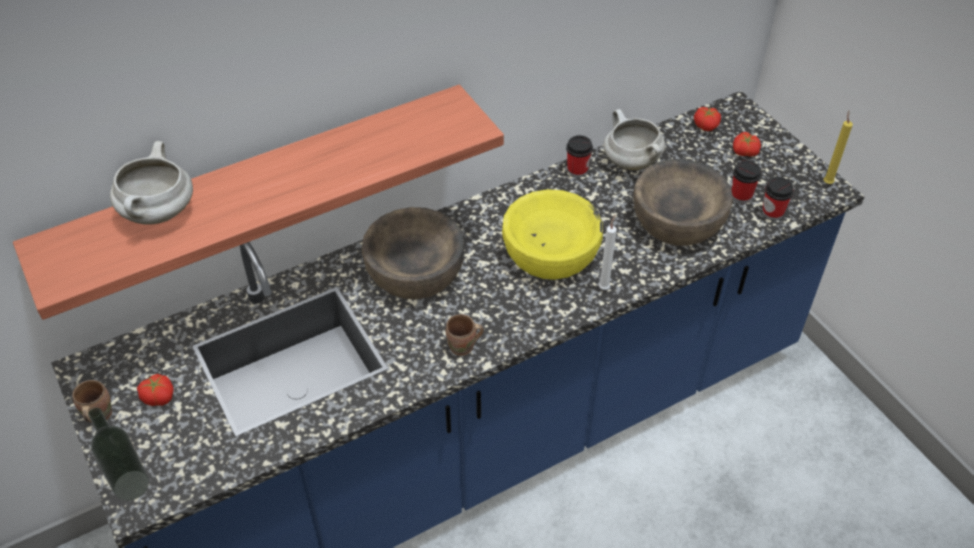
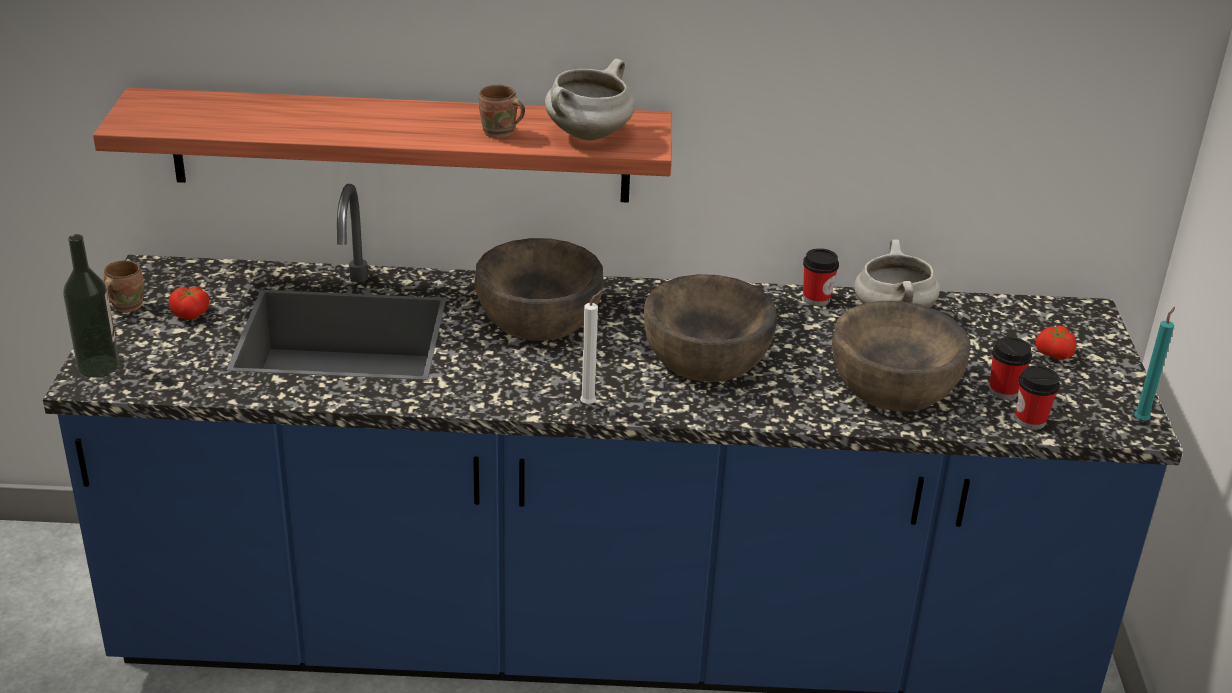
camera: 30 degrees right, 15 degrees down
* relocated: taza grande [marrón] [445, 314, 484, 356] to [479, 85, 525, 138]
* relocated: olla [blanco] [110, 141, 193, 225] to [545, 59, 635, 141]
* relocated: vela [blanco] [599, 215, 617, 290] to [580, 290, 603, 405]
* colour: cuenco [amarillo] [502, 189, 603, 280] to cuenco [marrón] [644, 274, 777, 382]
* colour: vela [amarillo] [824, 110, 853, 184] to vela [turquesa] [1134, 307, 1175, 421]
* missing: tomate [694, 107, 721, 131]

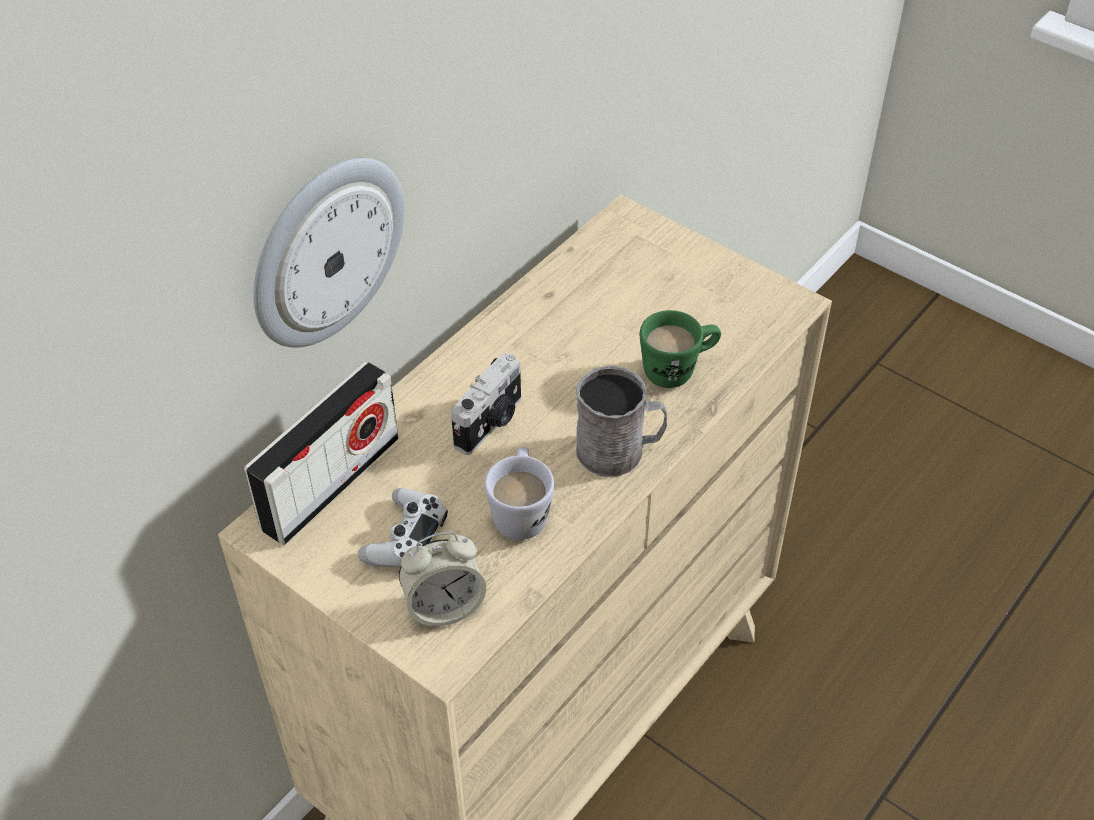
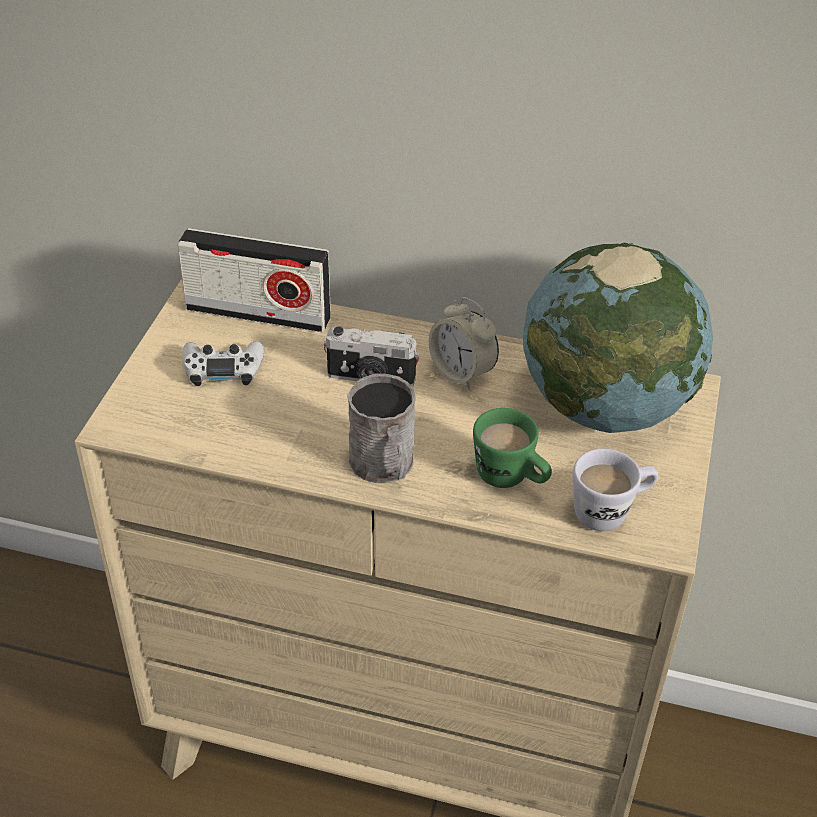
camera: 65 degrees right, 5 degrees down
* relocated: despertador [399, 532, 486, 626] to [429, 297, 499, 390]
* appeared: globo terráqueo [523, 242, 713, 433]
* relocated: taza grande [blanco] [484, 447, 554, 540] to [573, 449, 658, 531]
* missing: reloj de pared [253, 158, 404, 348]

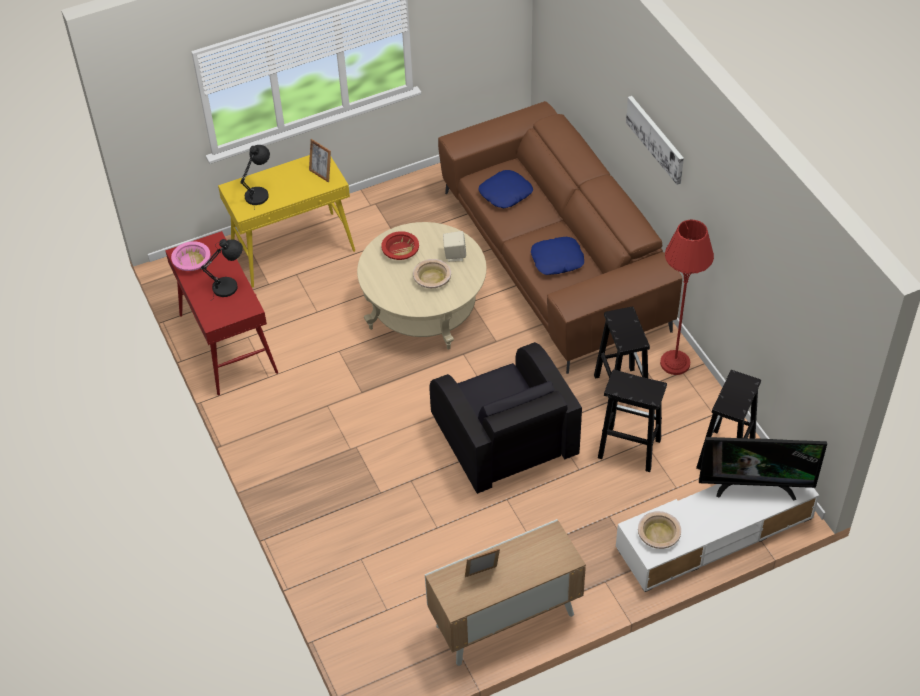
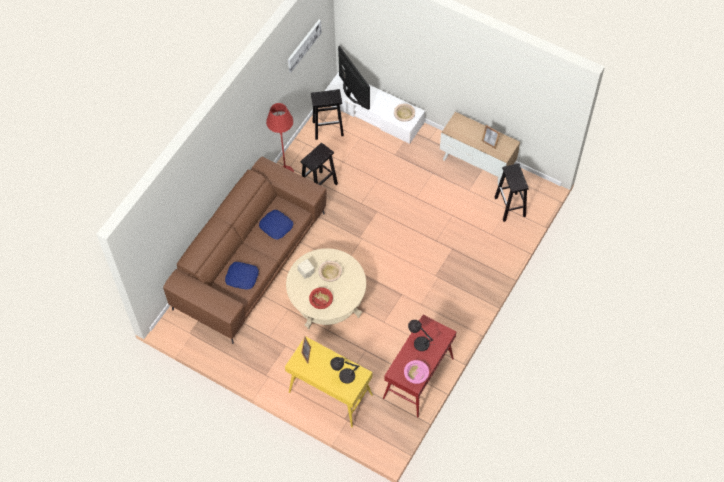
camera: 125 degrees left, 10 degrees up
* relocated: cuadro [626, 96, 684, 185] to [288, 20, 322, 72]
* relocated: taburete [negro] [598, 369, 667, 472] to [494, 163, 529, 222]
* missing: sillón [negro] [429, 342, 582, 494]

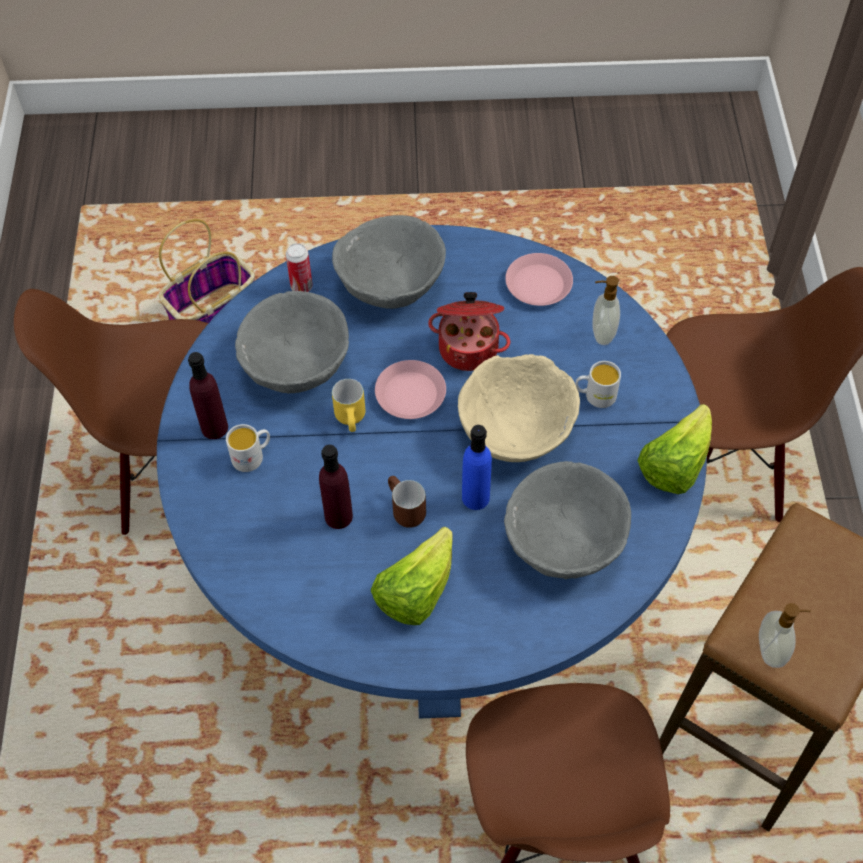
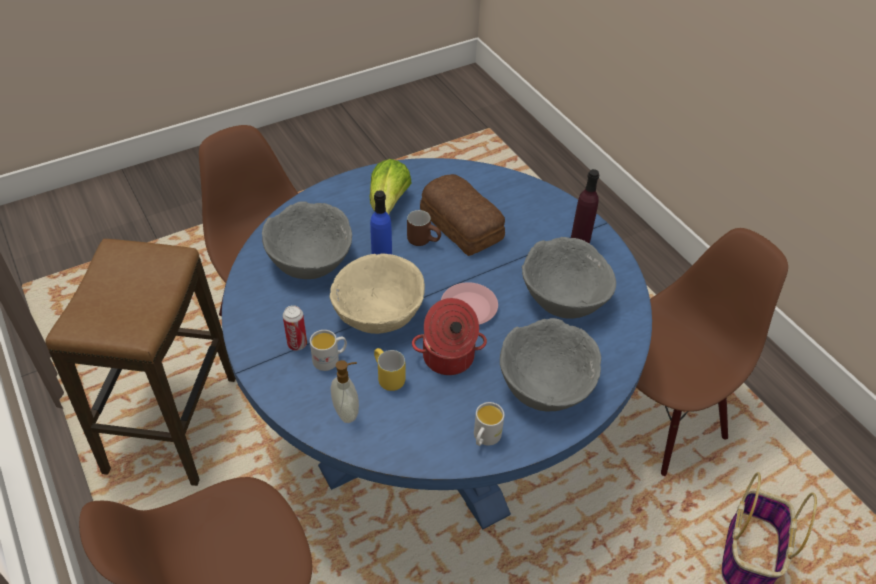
camera: 150 degrees right, 10 degrees down
* relocated: lata [286, 243, 313, 292] to [283, 305, 307, 351]
* relocated: taza grande [amarillo] [332, 379, 365, 432] to [374, 348, 405, 391]
* exchanged: botella [morado] [319, 445, 353, 529] to pan [420, 174, 505, 256]
* relocated: taza grande [blanco] [226, 424, 270, 472] to [474, 402, 504, 446]
* missing: plato [rosa] [505, 253, 573, 306]
* missing: lechuga [637, 404, 712, 494]
* missing: dispensador de jabón [759, 603, 811, 668]

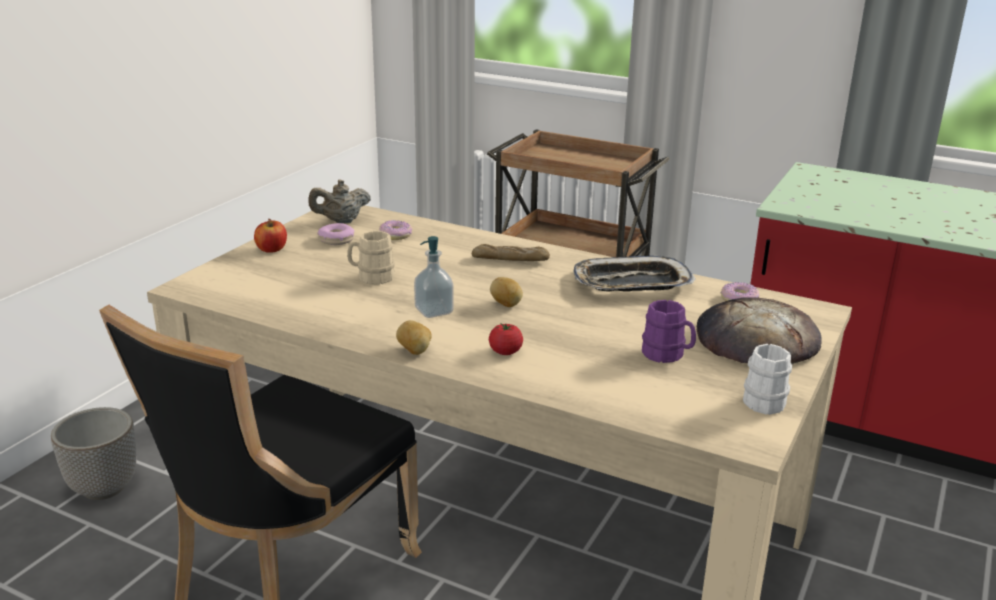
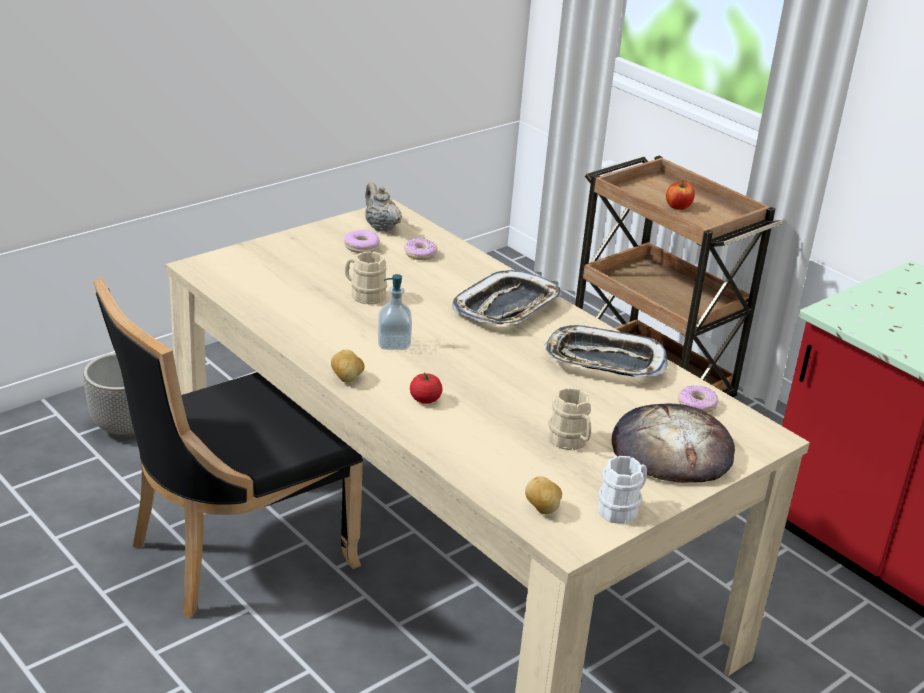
camera: 20 degrees right, 5 degrees up
* spun: tetera [beis] [309, 180, 371, 223] = [365, 182, 402, 232] 60 degrees clockwise
* exchanged: pan [472, 244, 550, 261] to bandeja [452, 270, 561, 324]
* relocated: patata [490, 277, 523, 307] to [525, 476, 562, 514]
* colour: taza grande [morado] [642, 300, 696, 363] to taza grande [beis] [548, 388, 591, 450]
* relocated: manzana [254, 219, 287, 253] to [666, 180, 695, 210]

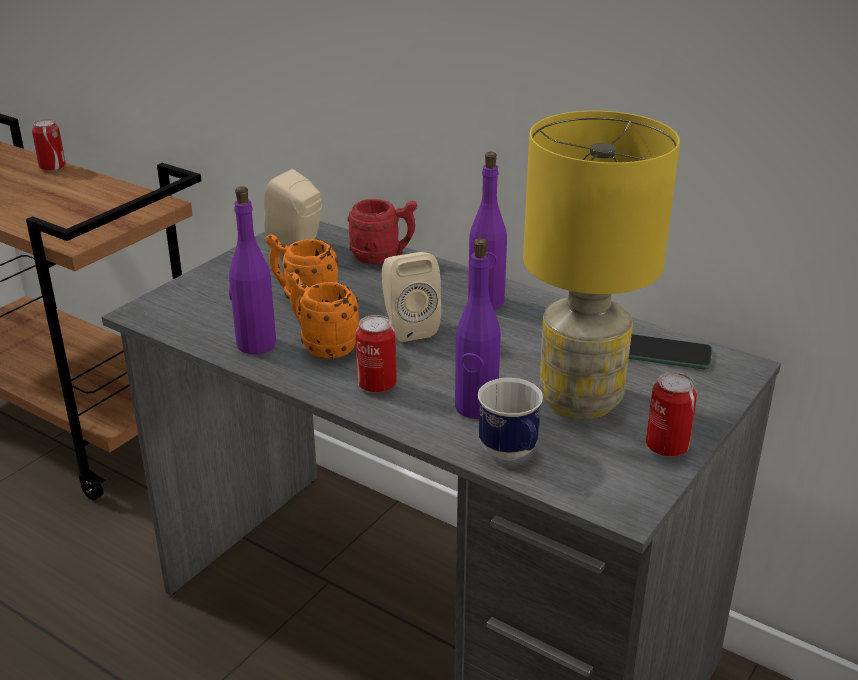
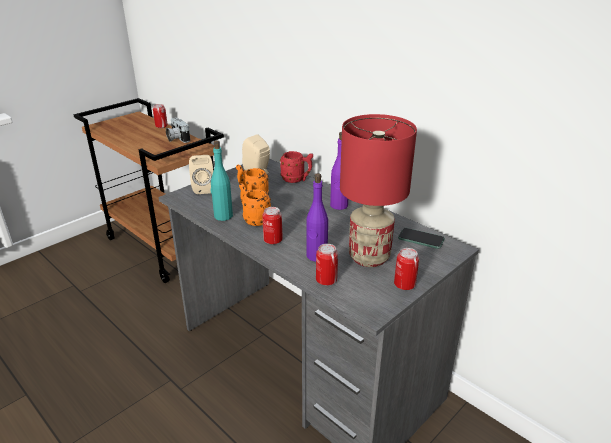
camera: 10 degrees right, 0 degrees up
* appeared: cámara [166, 118, 190, 143]
* relocated: altavoz [beis] [382, 252, 441, 342] to [189, 155, 213, 194]
* colour: botella [morado] [229, 186, 276, 354] to botella [turquesa] [211, 141, 233, 221]
* exchanged: taza grande [478, 378, 543, 460] to lata [316, 244, 338, 285]
* colour: lámpara de mesa [amarillo] [523, 111, 680, 419] to lámpara de mesa [rojo] [340, 114, 417, 267]

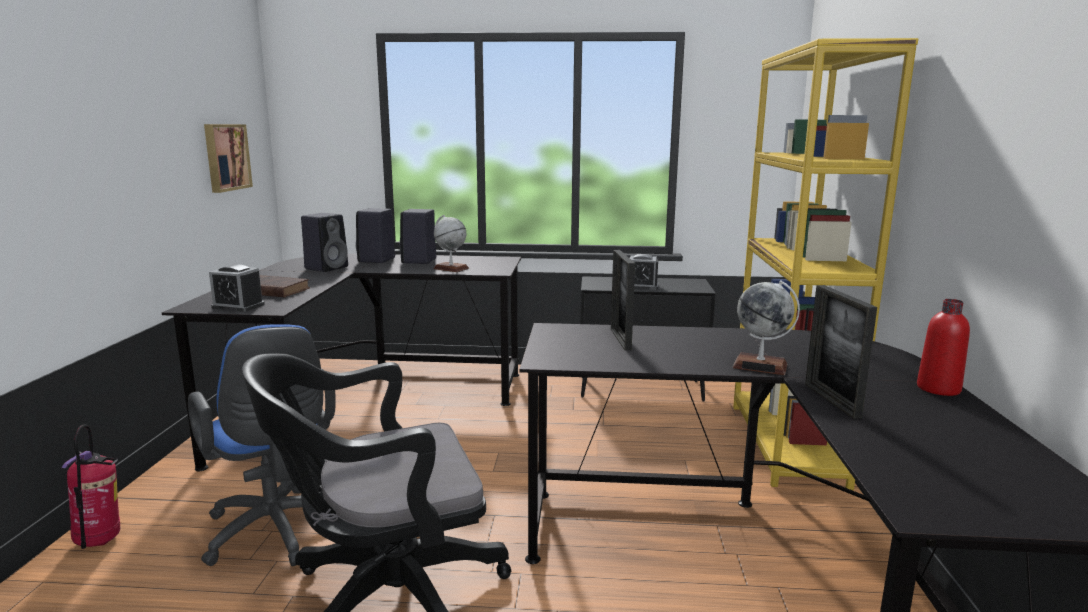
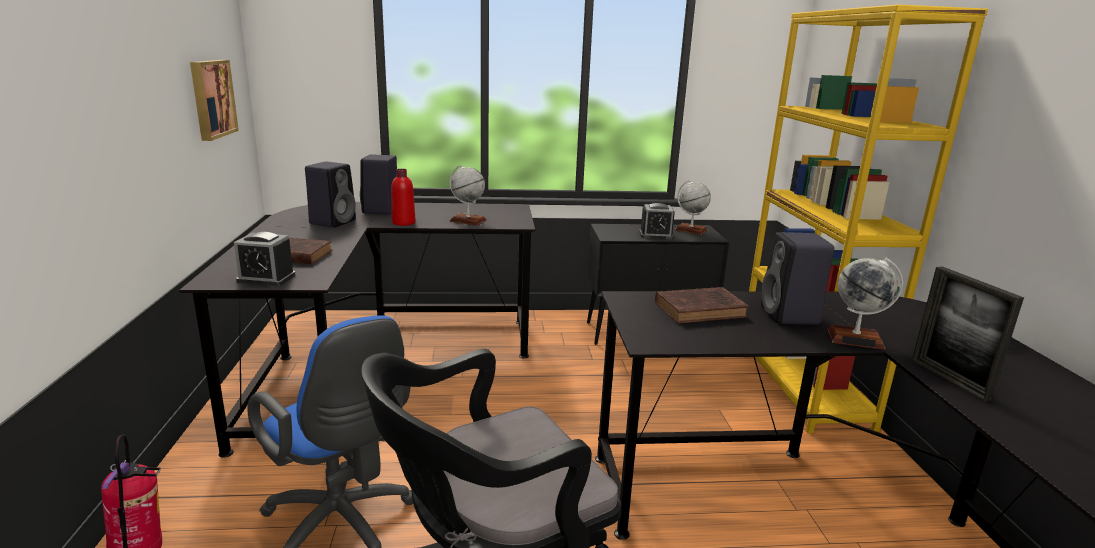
camera: 10 degrees left, 5 degrees up
* relocated: botella [rojo] [917, 299, 970, 396] to [391, 169, 416, 226]
* exchanged: portarretratos [611, 250, 635, 350] to libro [marrón] [655, 287, 749, 324]
* appeared: globo terráqueo [675, 180, 711, 235]
* relocated: altavoz [negro] [399, 209, 436, 264] to [761, 232, 835, 325]

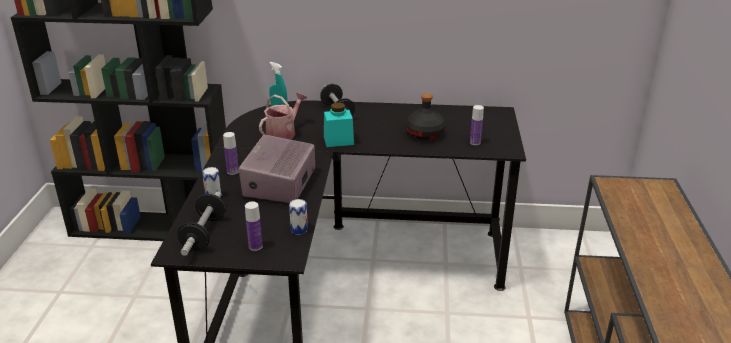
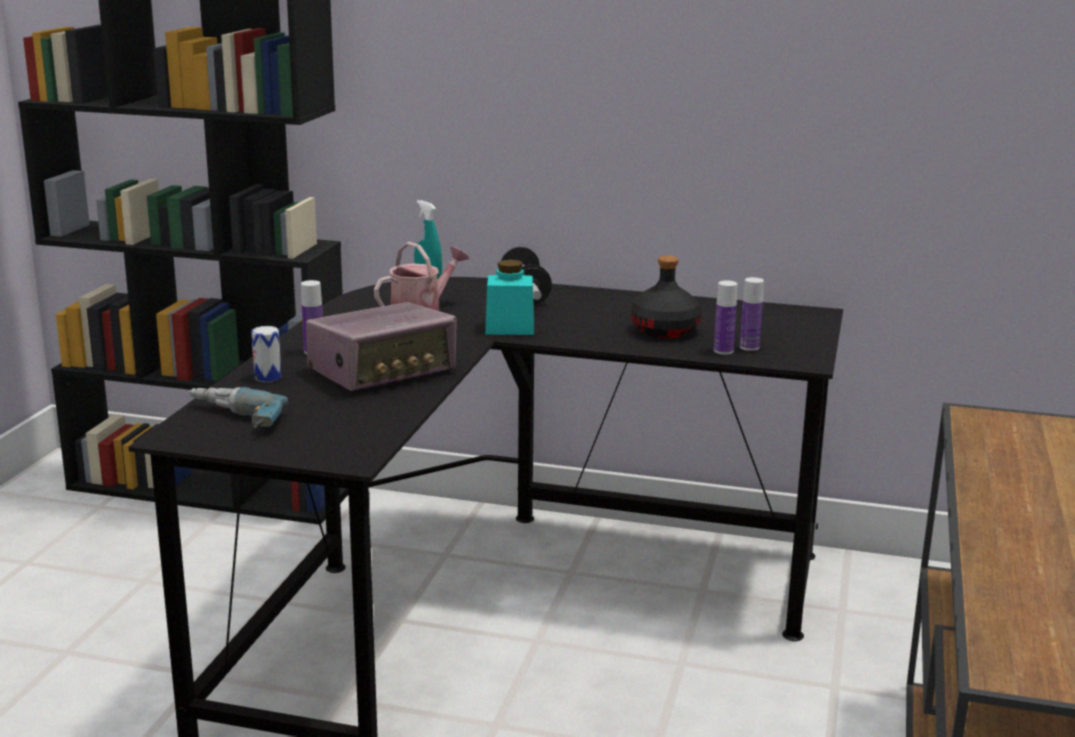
camera: 10 degrees right, 10 degrees down
* exchanged: mancuerna [177, 191, 226, 256] to taladro [189, 387, 288, 428]
* spun: radio [239, 135, 315, 203] = [306, 302, 457, 391] 150 degrees counterclockwise
* relocated: botella [245, 202, 263, 251] to [714, 280, 737, 355]
* missing: lata [289, 199, 308, 235]

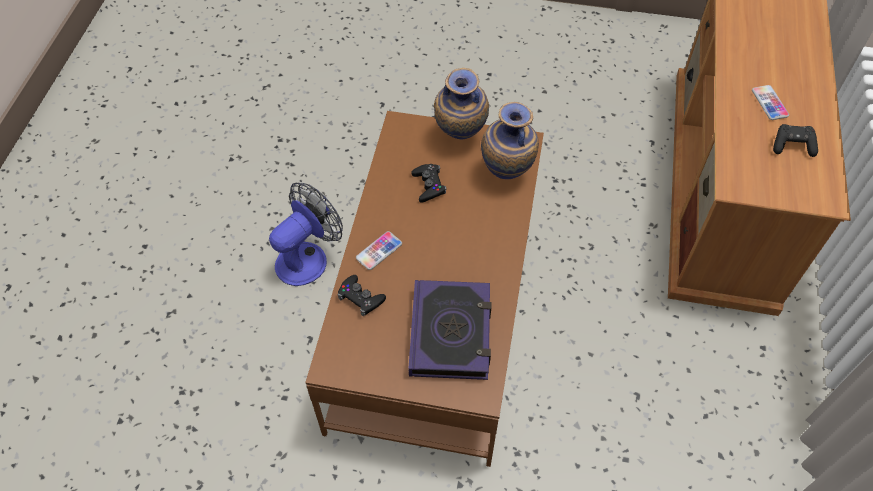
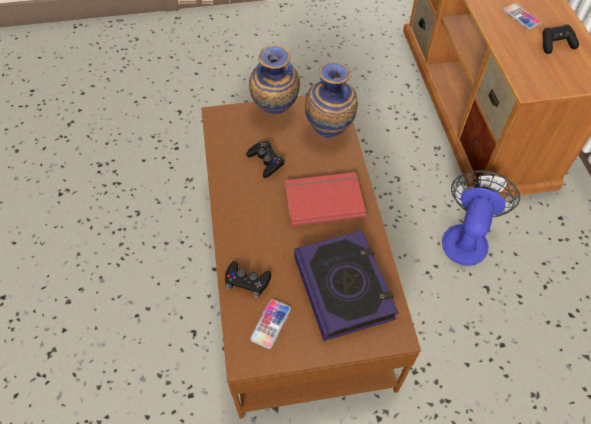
camera: 20 degrees left, 0 degrees up
* relocated: móvil [356, 231, 402, 270] to [250, 299, 291, 349]
* appeared: libro [rojo] [285, 172, 366, 227]
* relocated: ventilador [269, 183, 343, 286] to [442, 170, 520, 266]

